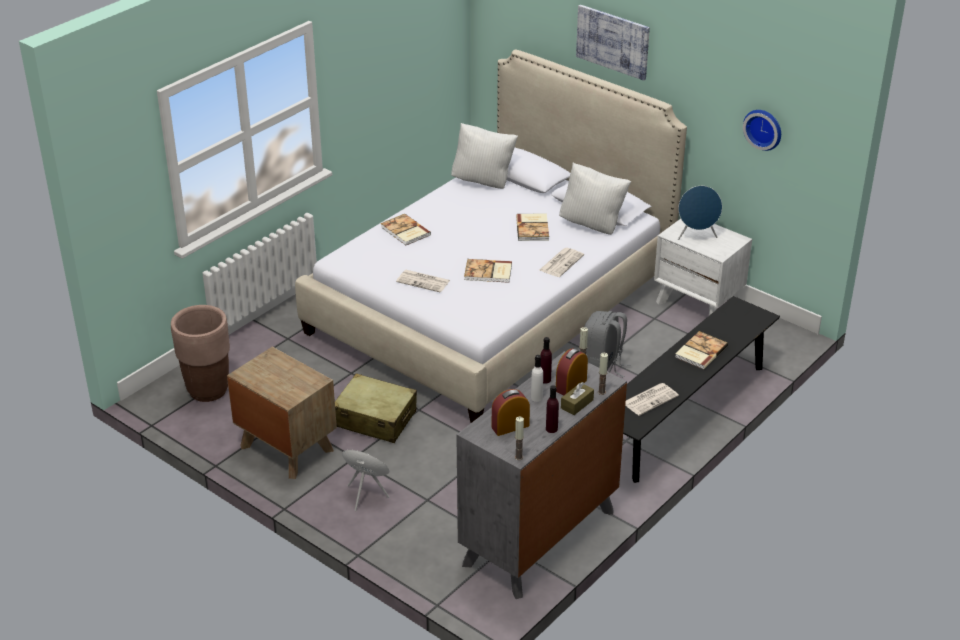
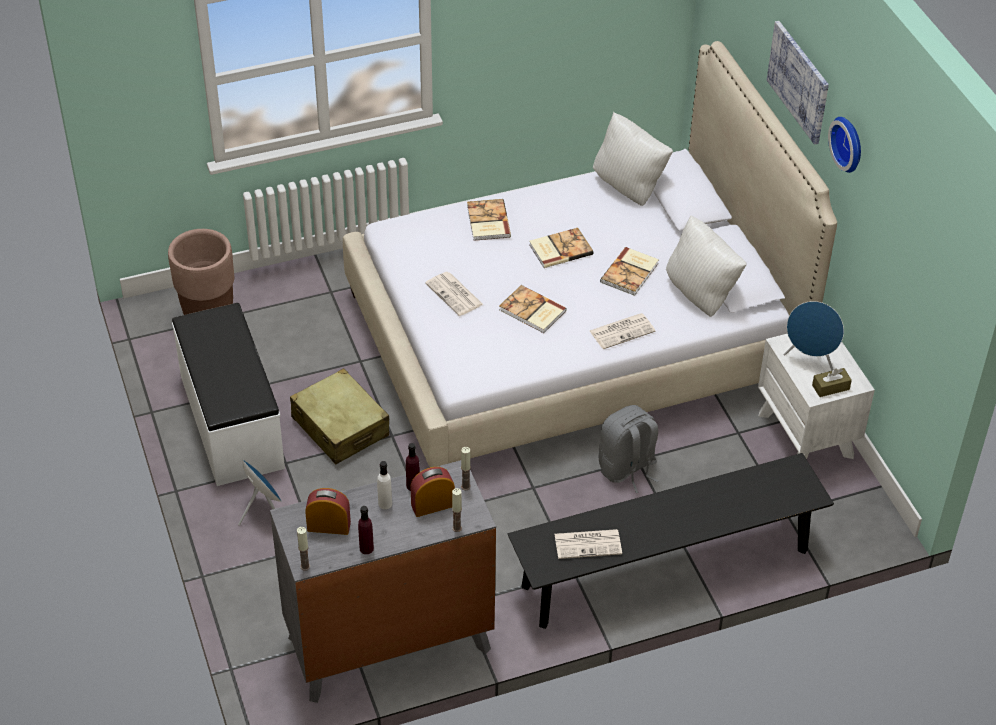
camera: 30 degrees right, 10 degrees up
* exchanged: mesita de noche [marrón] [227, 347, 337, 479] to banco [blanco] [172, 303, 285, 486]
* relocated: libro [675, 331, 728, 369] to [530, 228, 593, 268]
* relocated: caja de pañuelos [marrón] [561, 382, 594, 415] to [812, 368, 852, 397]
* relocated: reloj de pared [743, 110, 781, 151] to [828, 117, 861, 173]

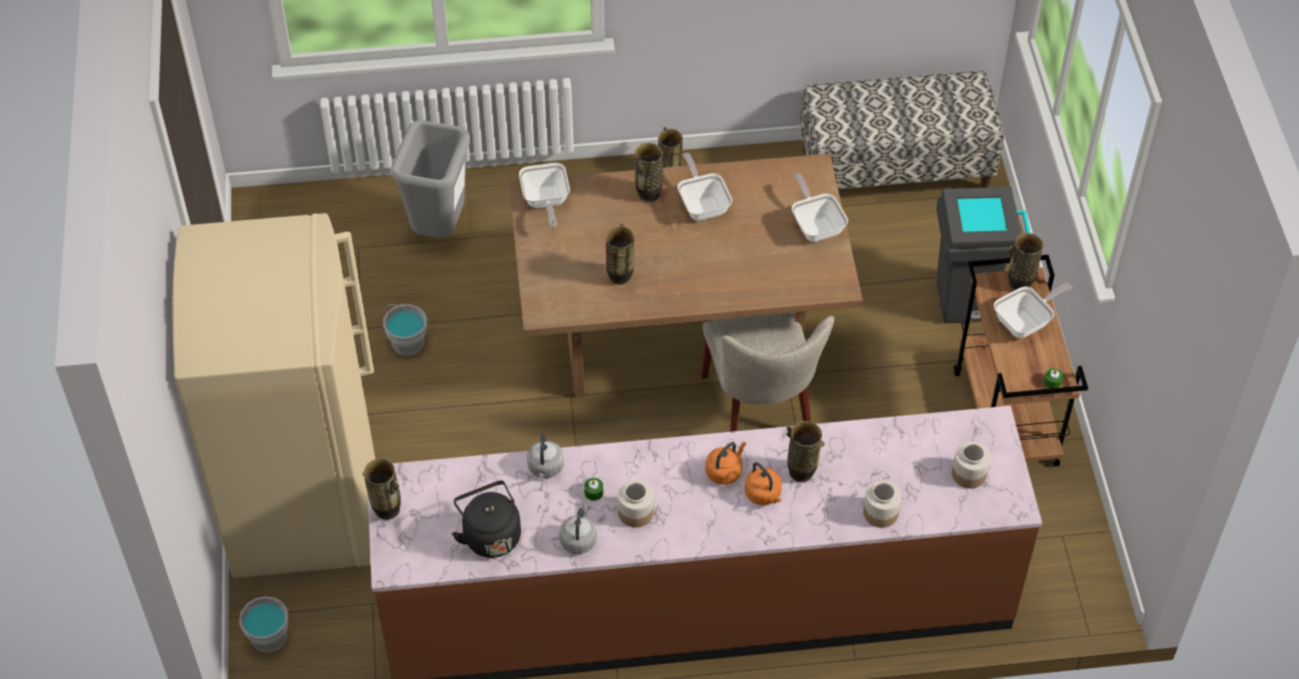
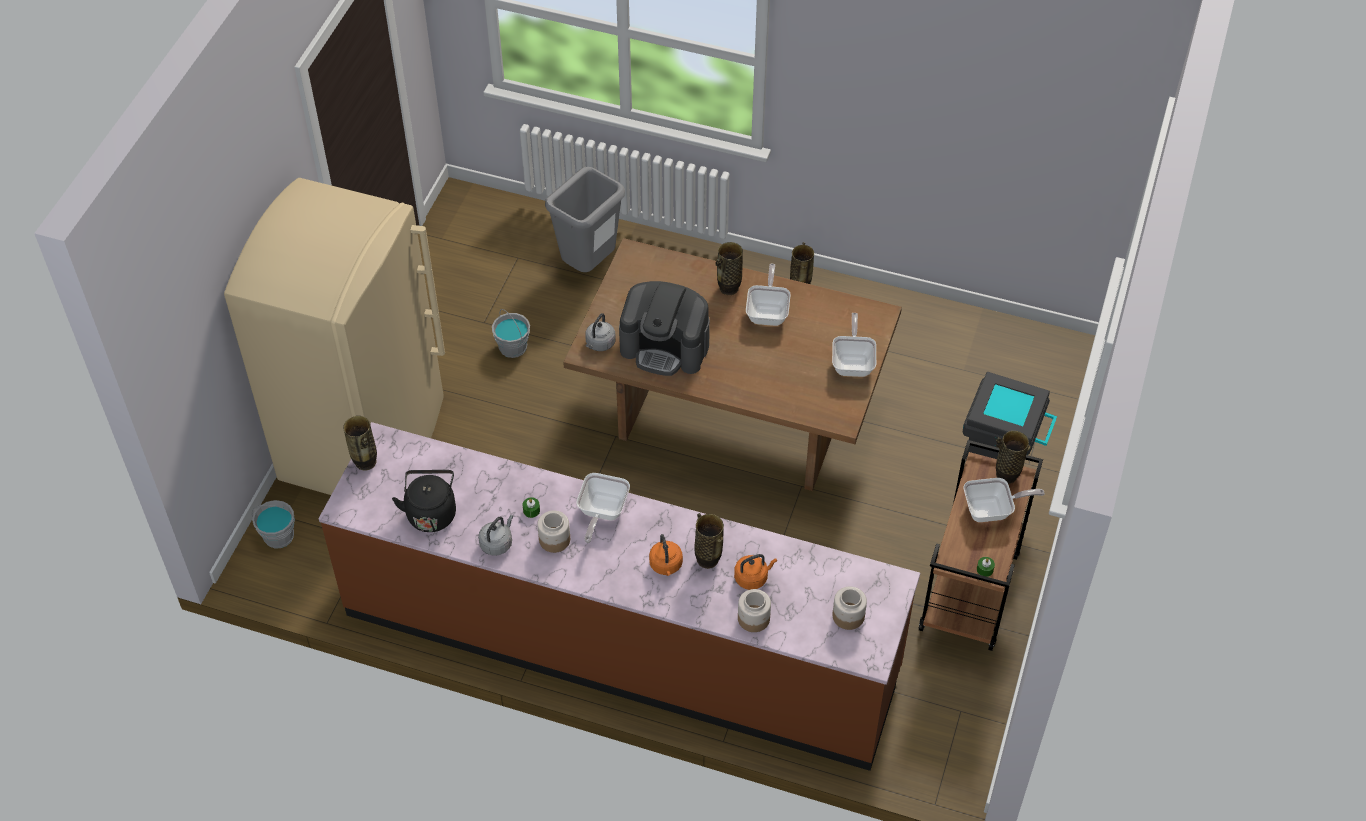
camera: 25 degrees right, 0 degrees up
* relocated: sartén [519, 163, 570, 227] to [576, 473, 630, 543]
* relocated: hervidor [gris] [527, 433, 564, 479] to [585, 313, 616, 351]
* exchanged: florero [606, 223, 635, 285] to cafetera [619, 281, 710, 376]
* relocated: hervidor [naranja] [705, 442, 746, 485] to [734, 554, 777, 590]
* missing: silla [beis] [701, 313, 834, 432]
* missing: banco [800, 71, 1004, 189]

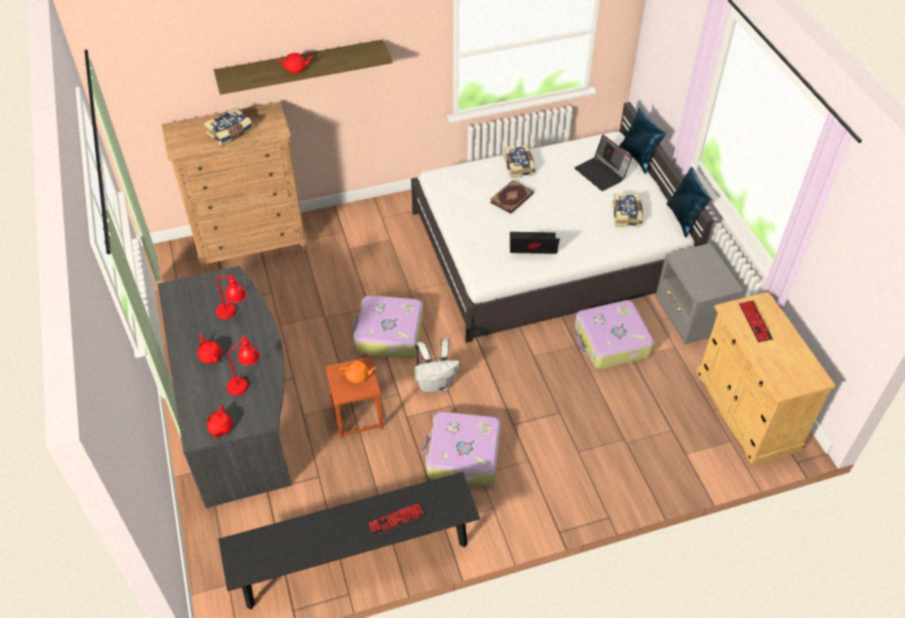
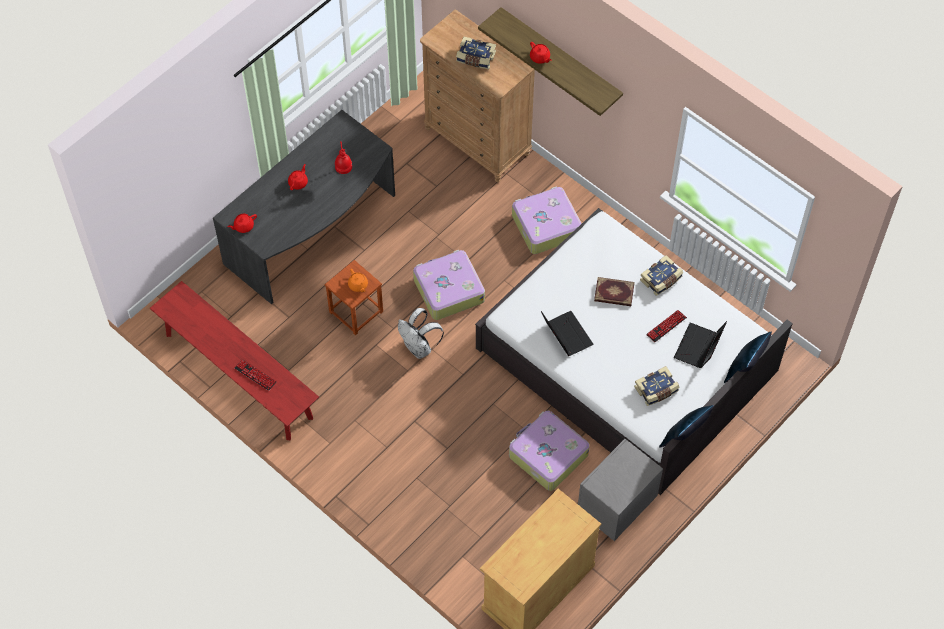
camera: 60 degrees right, 10 degrees up
* colour: banco [negro] [218, 472, 480, 610] to banco [rojo] [150, 281, 319, 440]
* relocated: maleta [422, 411, 501, 486] to [512, 186, 582, 254]
* relocated: teclado [739, 300, 773, 342] to [646, 310, 687, 342]
* missing: lámpara de mesa [rojo] [227, 335, 260, 395]

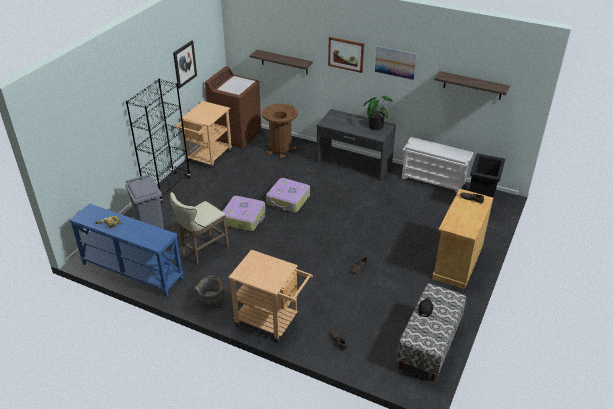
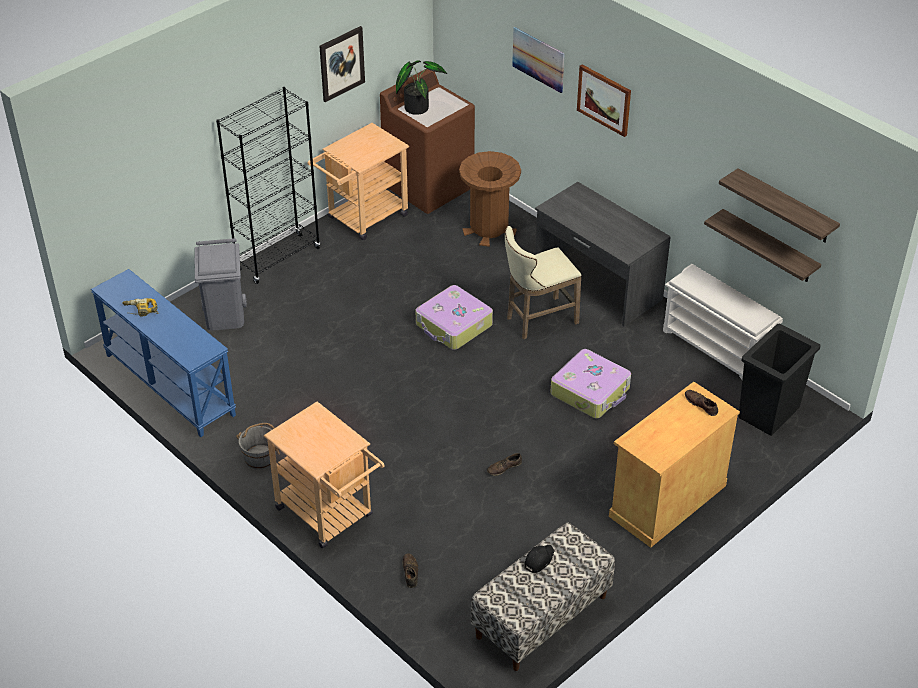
camera: 20 degrees right, 5 degrees up
* relocated: planta en maceta [363, 96, 392, 130] to [396, 60, 447, 115]
* relocated: taburete [beis] [170, 192, 229, 265] to [505, 226, 582, 340]
* relocated: cuadro [375, 46, 417, 80] to [512, 27, 565, 93]
* relocated: maleta [221, 196, 265, 231] to [550, 349, 631, 418]
* relocated: estante [249, 50, 313, 74] to [704, 209, 821, 282]

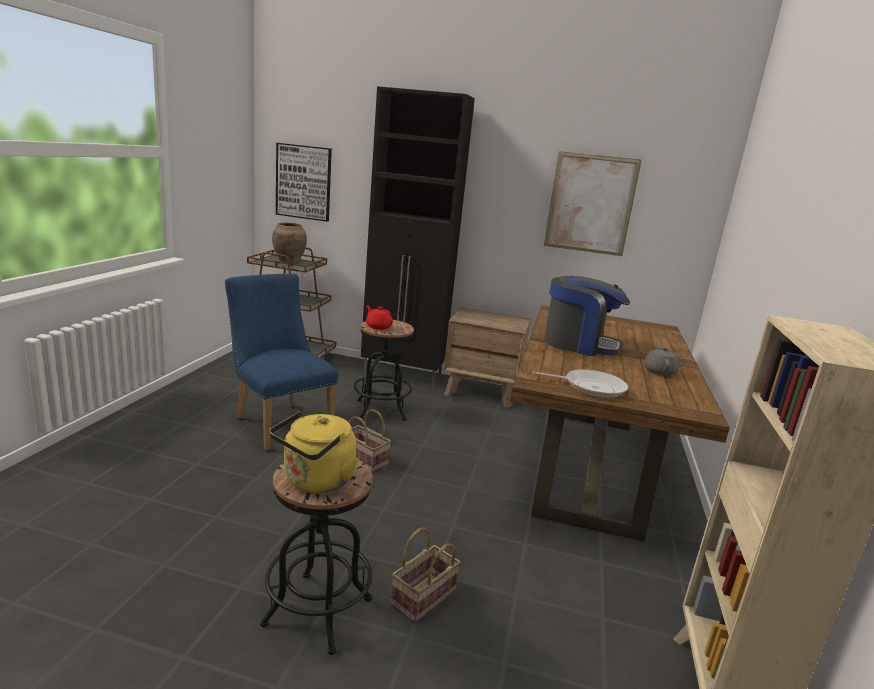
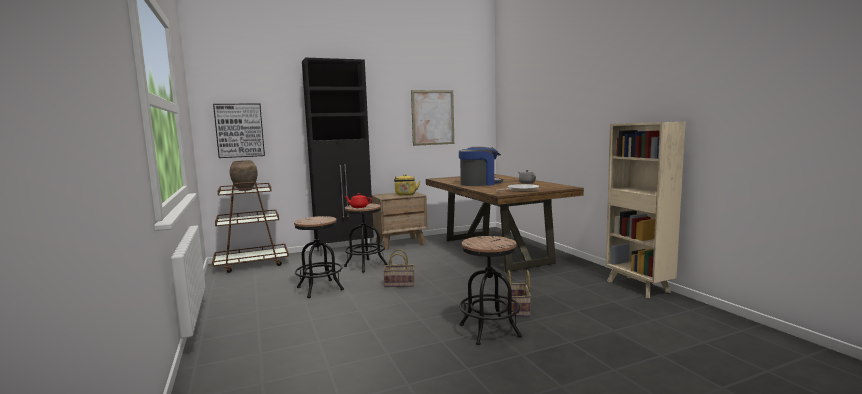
camera: 35 degrees left, 10 degrees down
* exchanged: silla [azul] [225, 273, 338, 451] to taburete [negro] [294, 216, 344, 298]
* relocated: hervidor [amarillo] [269, 411, 359, 493] to [394, 174, 420, 196]

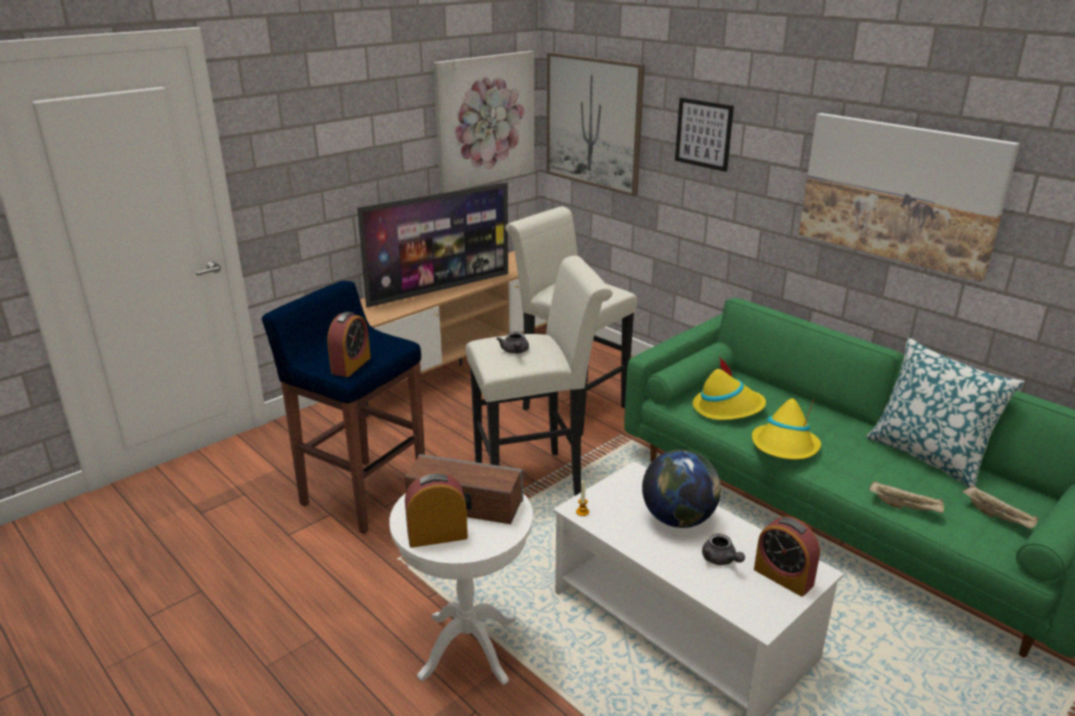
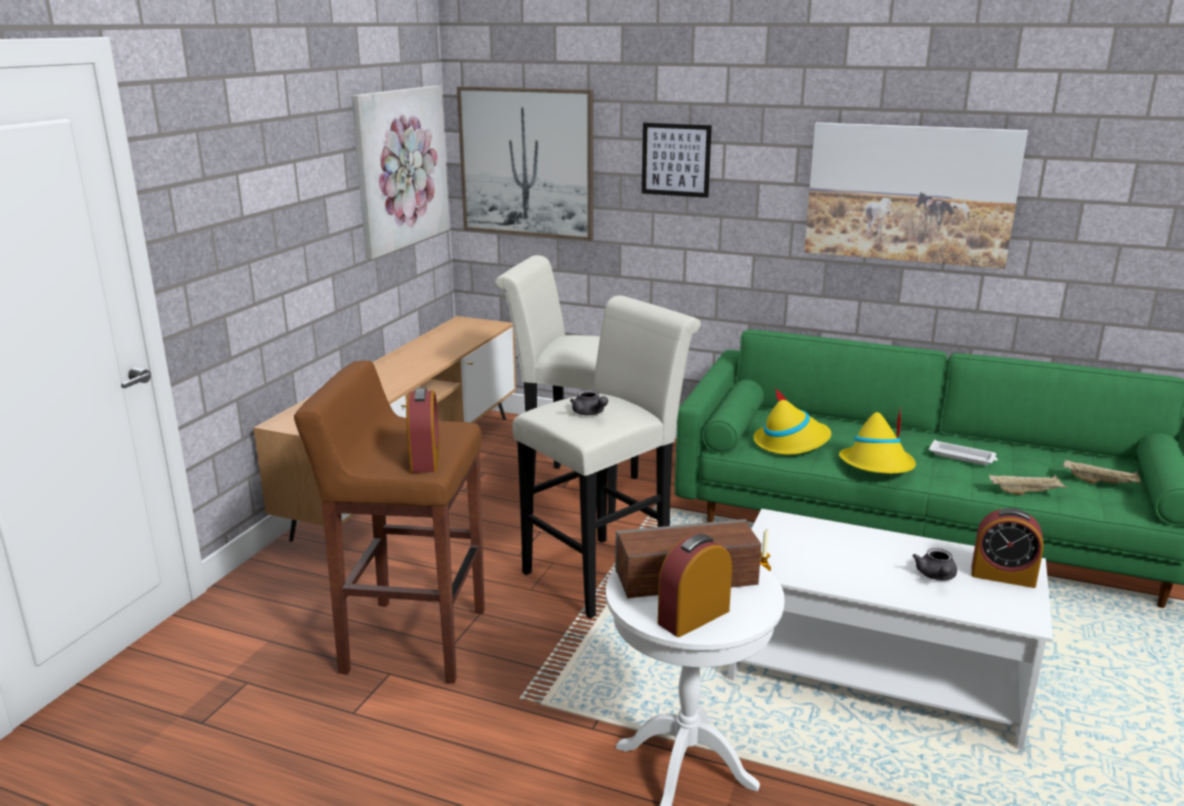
camera: 25 degrees left, 5 degrees down
* colour: taburete [azul] [262, 281, 425, 534] to taburete [marrón] [294, 360, 485, 683]
* spun: tetera [gris] [702, 533, 745, 565] = [912, 548, 957, 581] 60 degrees clockwise
* appeared: bandeja [blanco] [929, 440, 998, 465]
* missing: televisor [357, 182, 508, 308]
* missing: globo terráqueo [642, 449, 721, 528]
* missing: cojín [866, 338, 1024, 488]

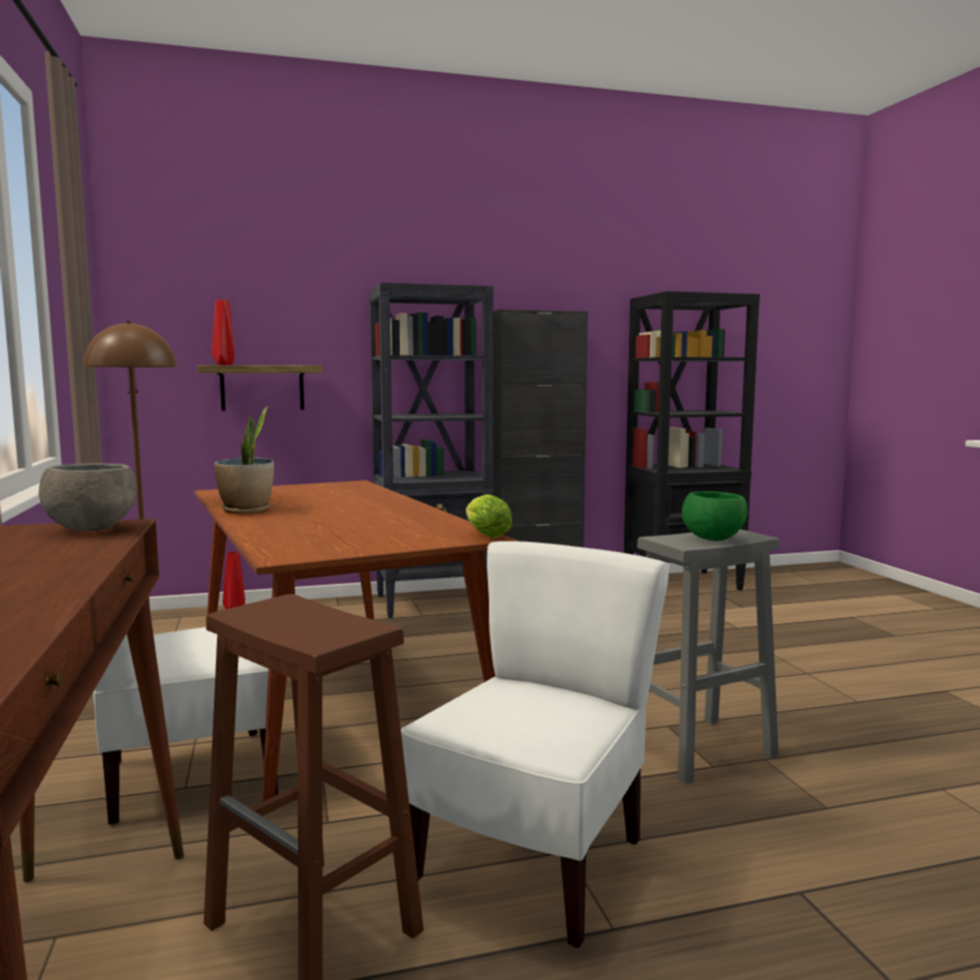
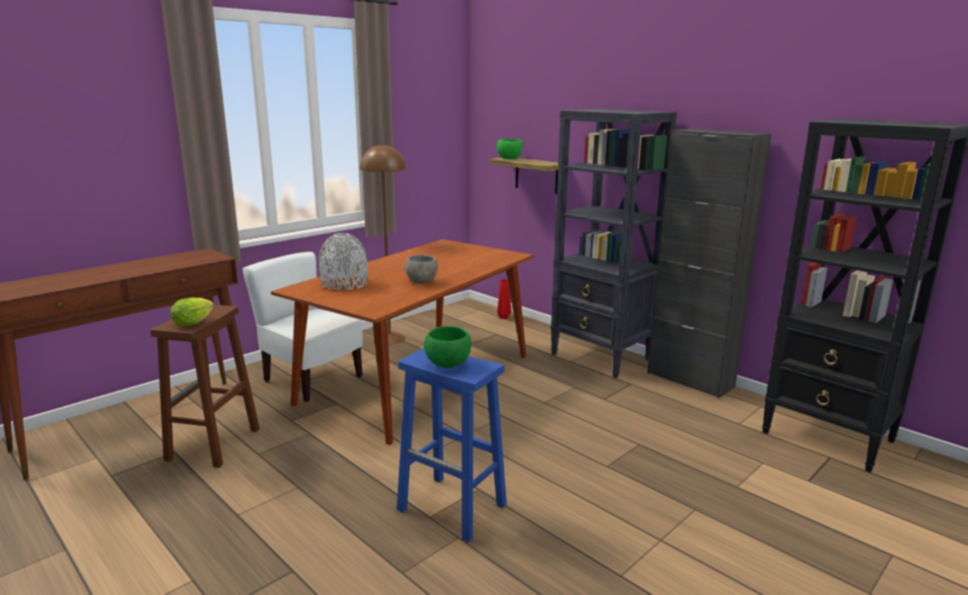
camera: 60 degrees right, 10 degrees up
* relocated: lechuga [466, 494, 512, 538] to [171, 298, 214, 326]
* appeared: florero [gris] [318, 233, 368, 291]
* colour: taburete [gris] [637, 529, 779, 784] to taburete [azul] [397, 348, 507, 542]
* relocated: cuenco [gris] [39, 463, 137, 531] to [404, 255, 438, 284]
* exchanged: florero [rojo] [211, 300, 235, 365] to cuenco [verde] [497, 139, 523, 159]
* missing: planta en maceta [214, 406, 274, 514]
* missing: silla [blanco] [401, 541, 670, 948]

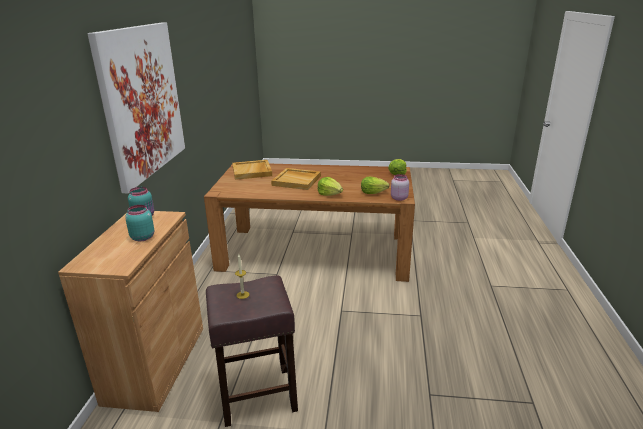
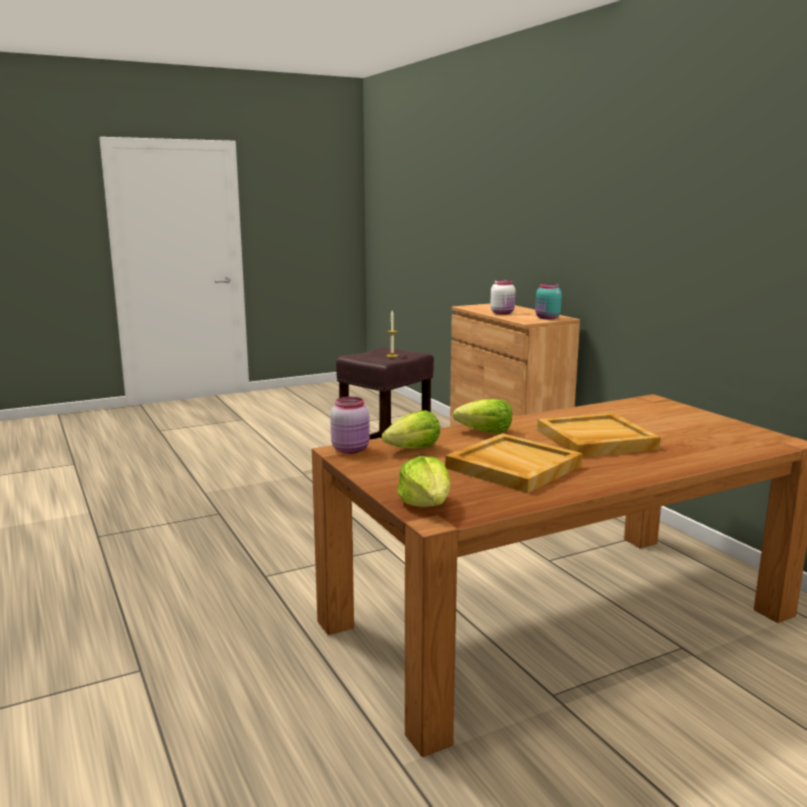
camera: 145 degrees right, 10 degrees down
* relocated: bandeja [beis] [232, 160, 272, 180] to [445, 433, 583, 493]
* colour: tarro [turquesa] [125, 205, 154, 241] to tarro [blanco] [490, 280, 515, 315]
* missing: cuadro [87, 23, 185, 193]

